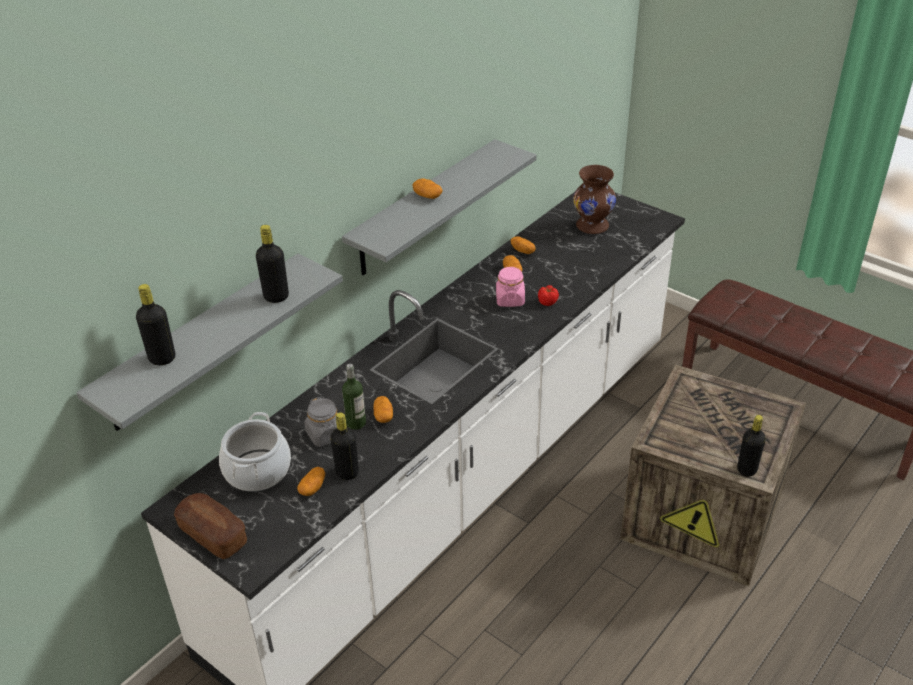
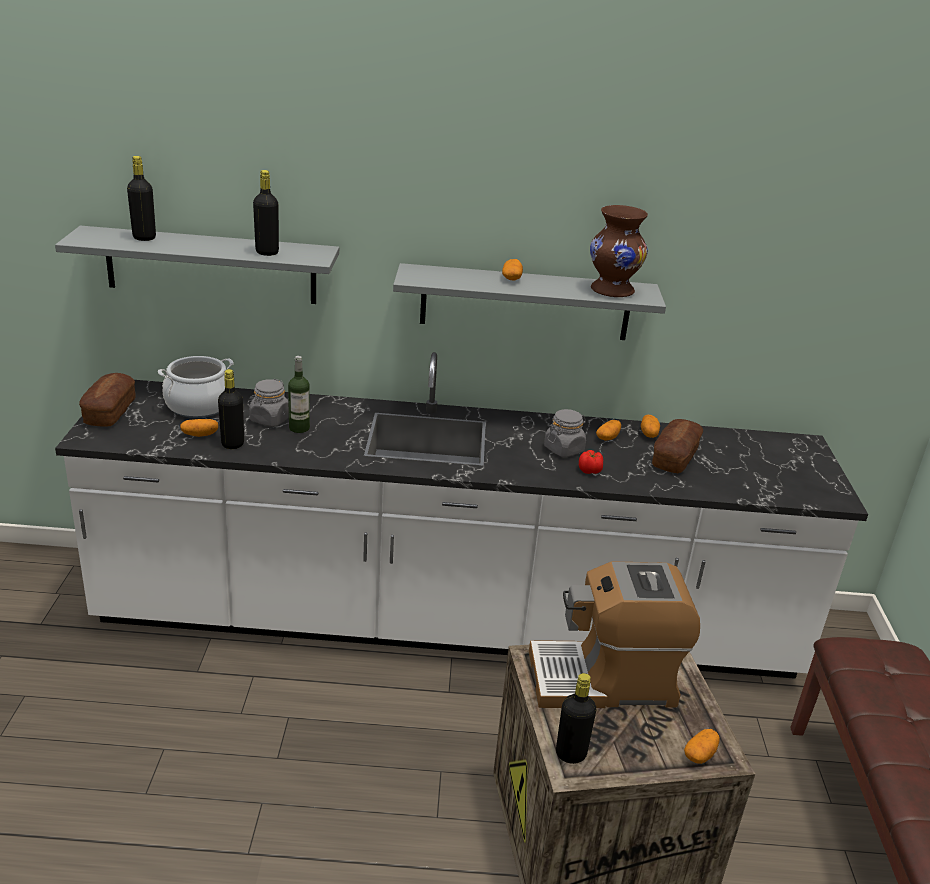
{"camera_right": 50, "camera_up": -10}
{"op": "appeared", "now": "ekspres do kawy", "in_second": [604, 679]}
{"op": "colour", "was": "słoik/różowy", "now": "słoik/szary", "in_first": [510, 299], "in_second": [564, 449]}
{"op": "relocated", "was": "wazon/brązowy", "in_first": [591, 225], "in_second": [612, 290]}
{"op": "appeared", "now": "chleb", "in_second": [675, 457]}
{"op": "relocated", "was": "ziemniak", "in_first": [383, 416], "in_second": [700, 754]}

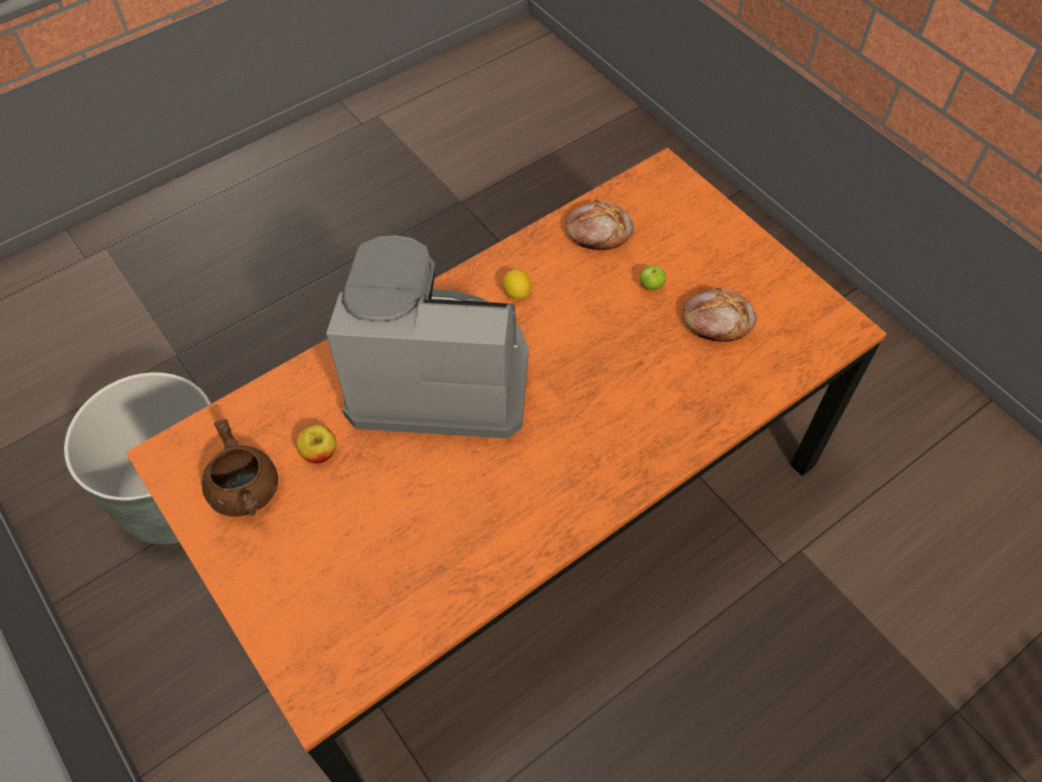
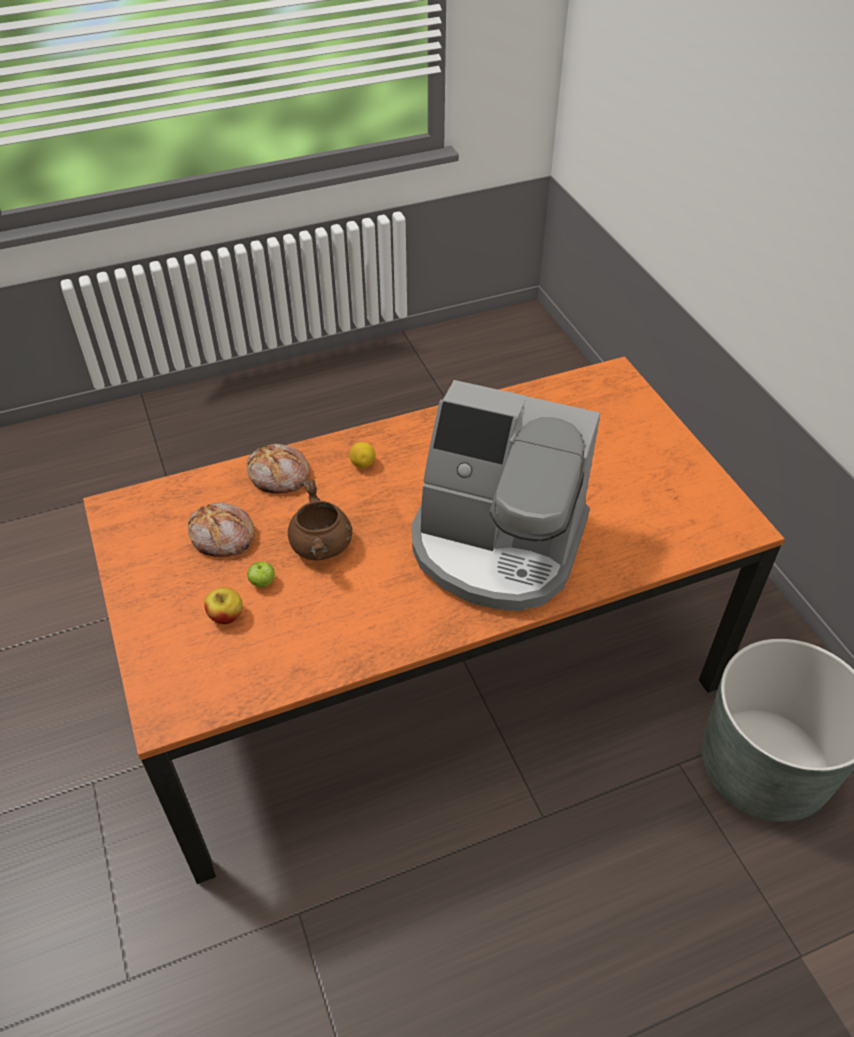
{"camera_right": -165, "camera_up": -10}
{"op": "relocated", "was": "jabłko", "in_first": [319, 453], "in_second": [226, 616]}
{"op": "relocated", "was": "chleb", "in_first": [598, 232], "in_second": [279, 476]}
{"op": "relocated", "was": "garnek/brązowy", "in_first": [245, 491], "in_second": [322, 546]}
{"op": "relocated", "was": "cytryna", "in_first": [516, 293], "in_second": [363, 464]}

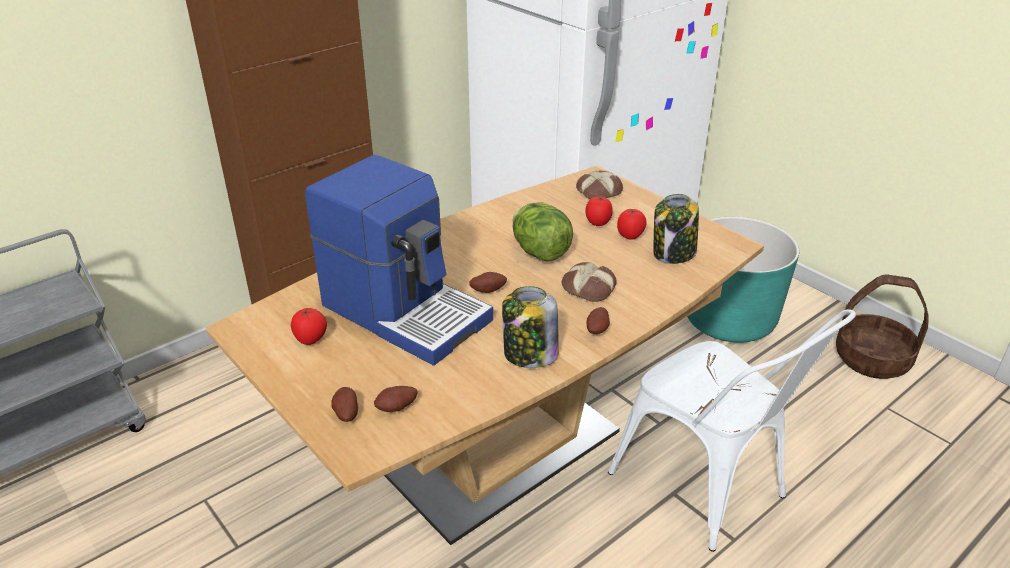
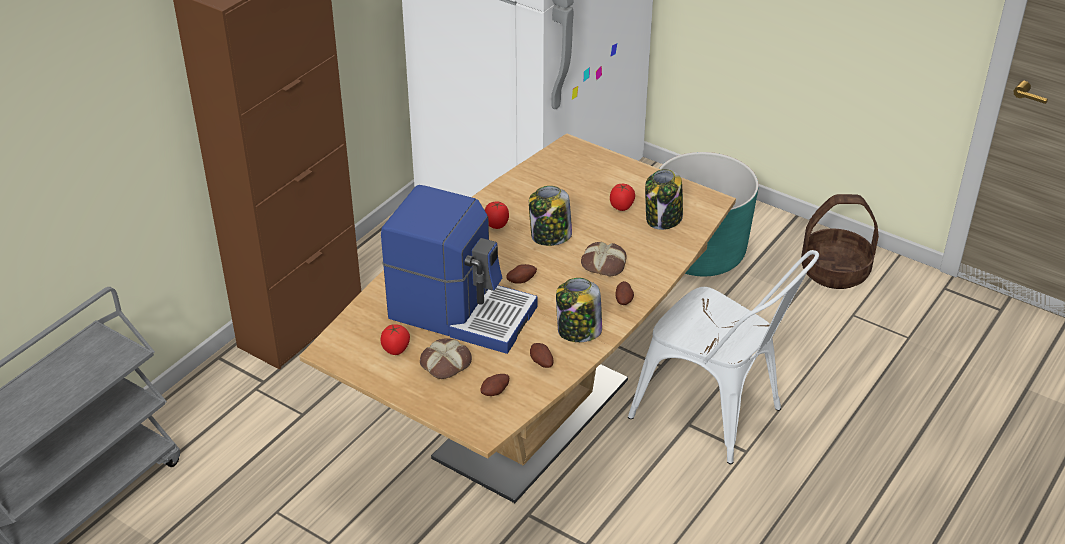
{"camera_right": -15, "camera_up": 5}
{"op": "relocated", "was": "chleb", "in_first": [598, 191], "in_second": [445, 363]}
{"op": "relocated", "was": "pomidor", "in_first": [597, 223], "in_second": [496, 225]}
{"op": "exchanged", "was": "sałata", "now": "słoik", "in_first": [540, 252], "in_second": [550, 236]}
{"op": "relocated", "was": "ziemniak", "in_first": [345, 414], "in_second": [541, 363]}

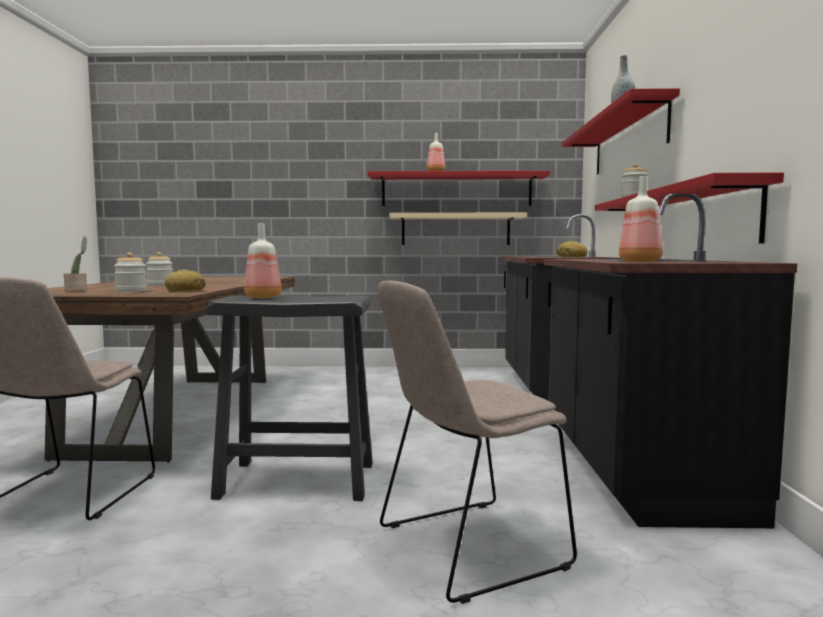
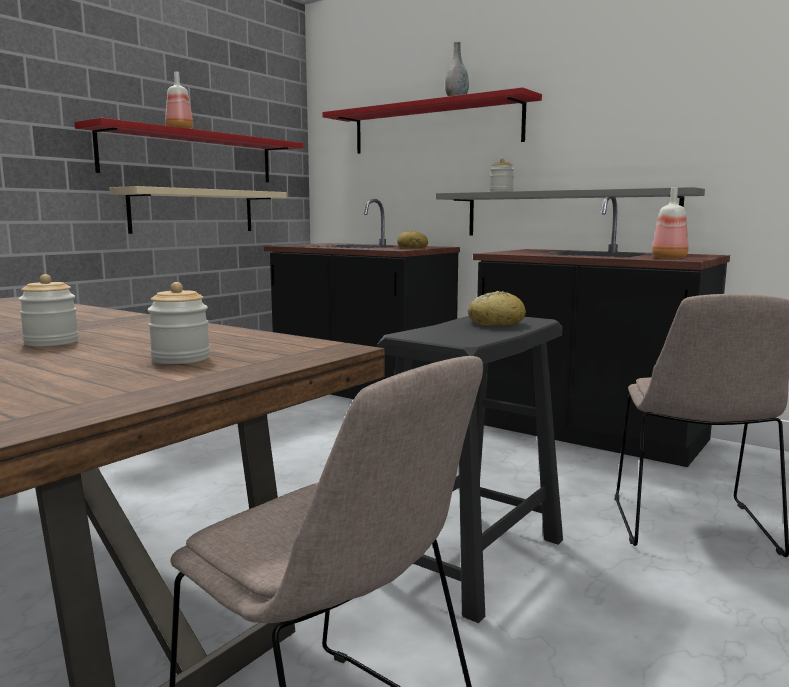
{"camera_right": -55, "camera_up": 5}
{"op": "colour", "was": "półka/czerwony", "now": "półka/szary", "in_first": [689, 219], "in_second": [566, 214]}
{"op": "relocated", "was": "chleb", "in_first": [185, 290], "in_second": [495, 322]}
{"op": "missing", "was": "roślina doniczkowa", "in_first": [77, 290]}
{"op": "missing", "was": "butelka", "in_first": [262, 297]}

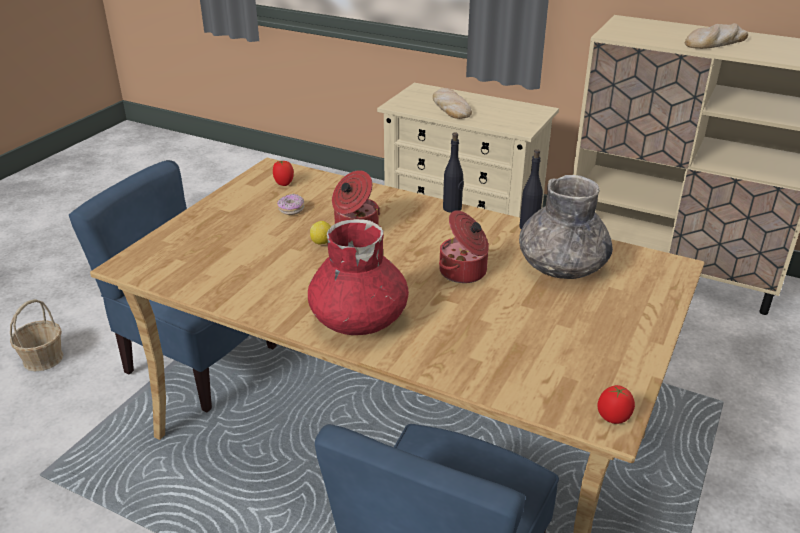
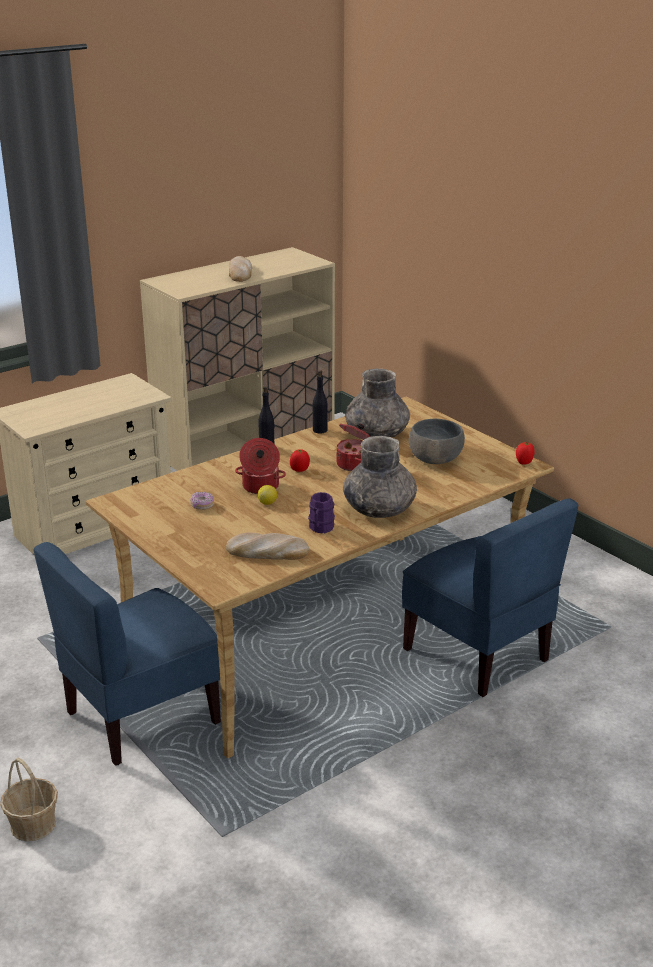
{"camera_right": -65, "camera_up": -5}
{"op": "relocated", "was": "chleb", "in_first": [450, 107], "in_second": [267, 552]}
{"op": "relocated", "was": "pomidor", "in_first": [284, 183], "in_second": [299, 470]}
{"op": "appeared", "now": "kubek/fioletowy", "in_second": [320, 528]}
{"op": "colour", "was": "wazon/czerwony", "now": "wazon/szary", "in_first": [359, 319], "in_second": [379, 509]}
{"op": "appeared", "now": "miska/szary", "in_second": [435, 459]}

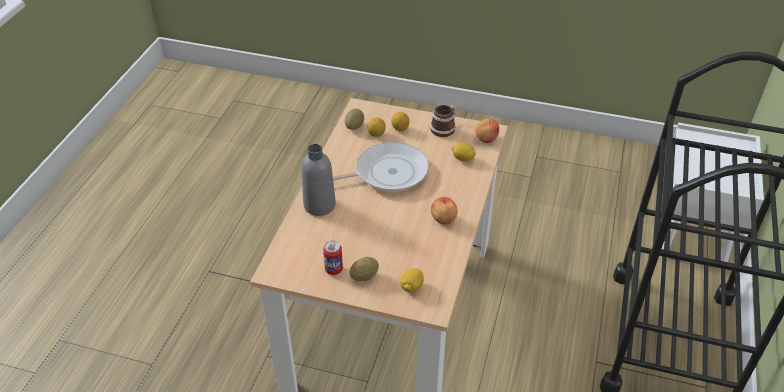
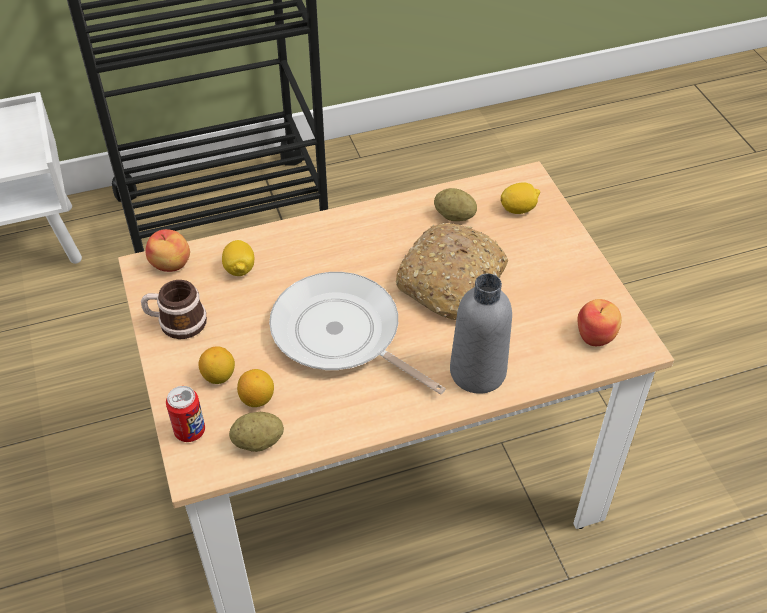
{"camera_right": -125, "camera_up": 5}
{"op": "relocated", "was": "puszka", "in_first": [333, 269], "in_second": [190, 431]}
{"op": "appeared", "now": "chleb", "in_second": [451, 282]}
{"op": "relocated", "was": "ziemniak", "in_first": [364, 276], "in_second": [454, 216]}
{"op": "relocated", "was": "jabłko", "in_first": [443, 219], "in_second": [596, 335]}

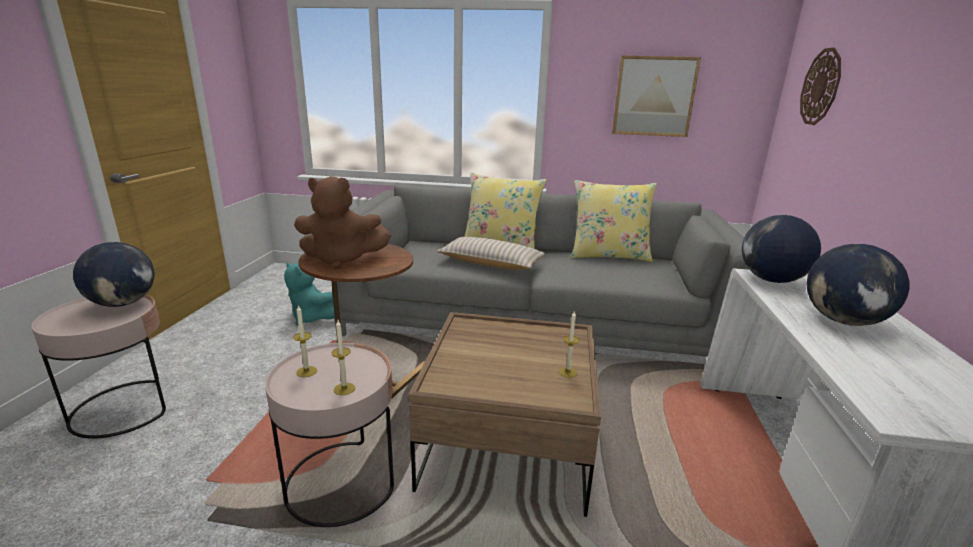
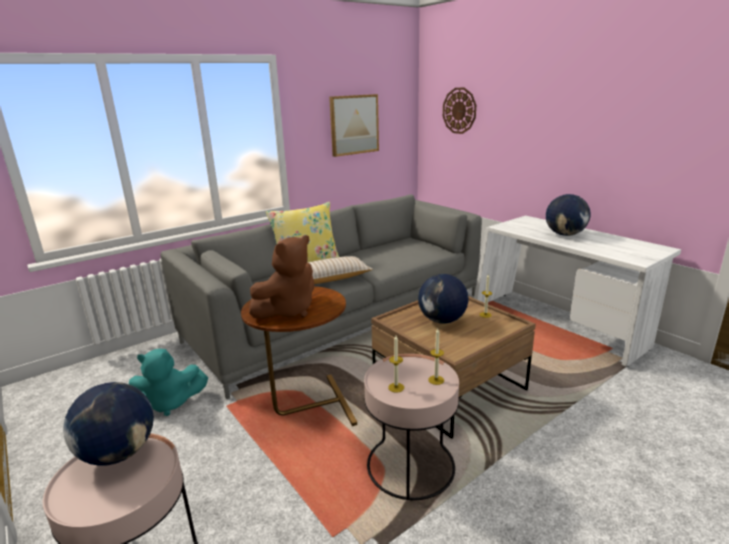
{"camera_right": -45, "camera_up": 0}
{"op": "relocated", "was": "globus", "in_first": [771, 280], "in_second": [442, 320]}
{"op": "missing", "was": "poduszka/żółty", "in_first": [608, 256]}

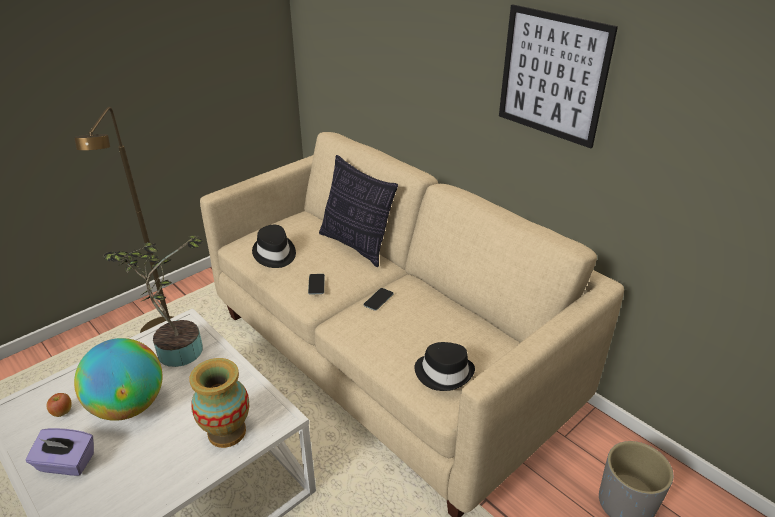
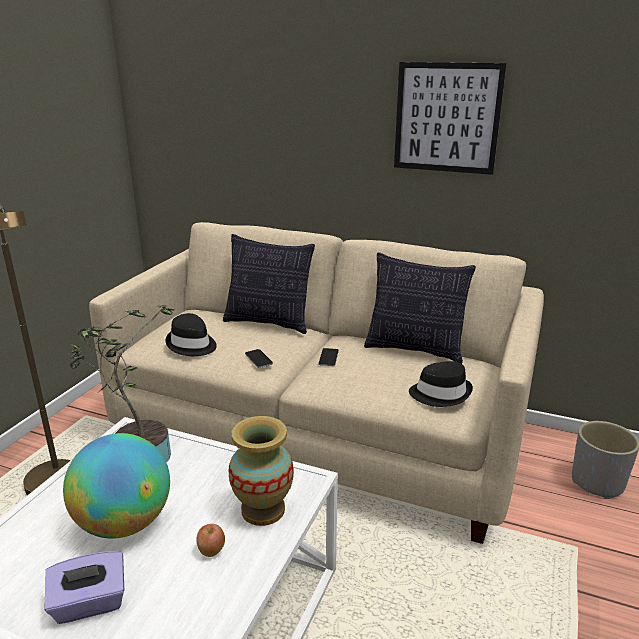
{"camera_right": -25, "camera_up": -10}
{"op": "relocated", "was": "jabłko", "in_first": [62, 412], "in_second": [211, 551]}
{"op": "appeared", "now": "poduszka", "in_second": [415, 349]}

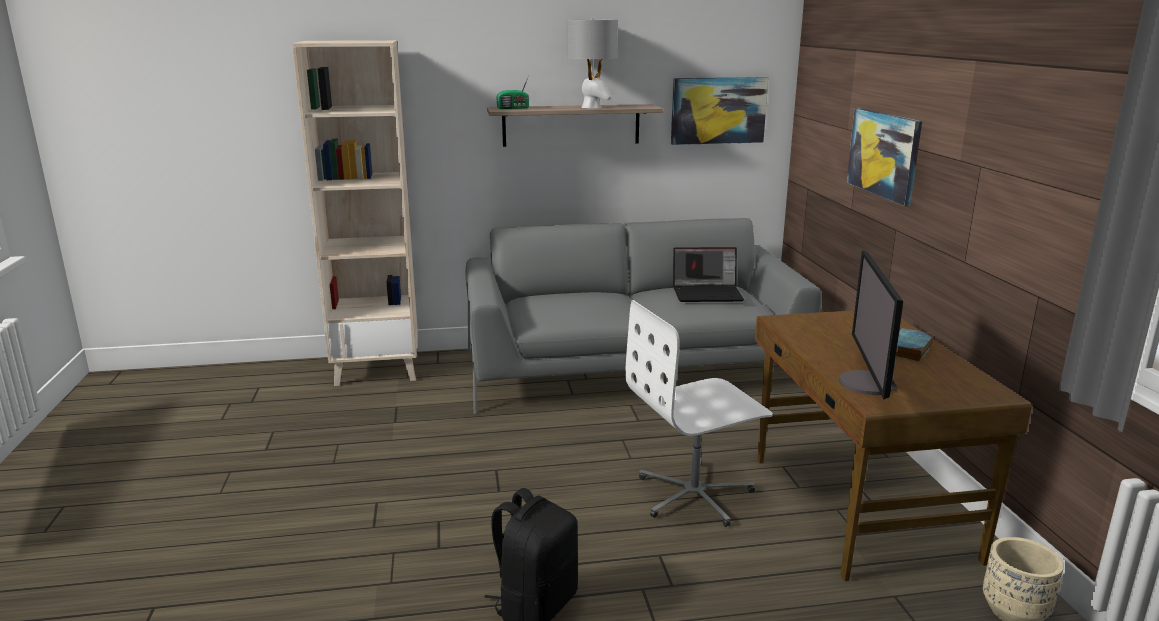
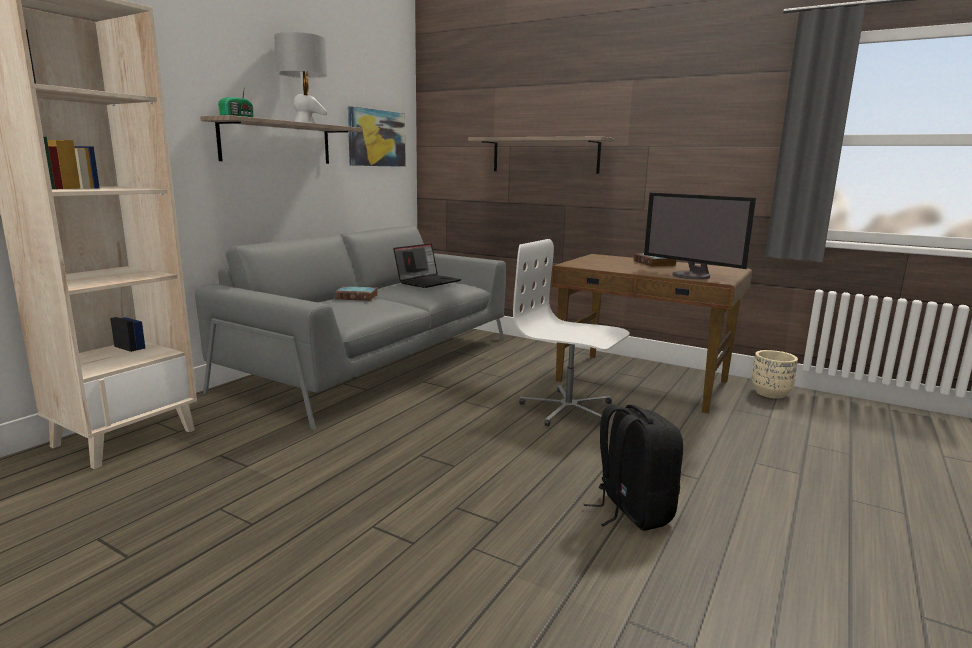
{"camera_right": -50, "camera_up": -5}
{"op": "appeared", "now": "książka", "in_second": [357, 297]}
{"op": "exchanged", "was": "obraz", "now": "półka", "in_first": [884, 154], "in_second": [545, 155]}
{"op": "spun", "was": "krzesło biurowe/biały", "in_first": [695, 495], "in_second": [568, 410], "clockwise": 105}

